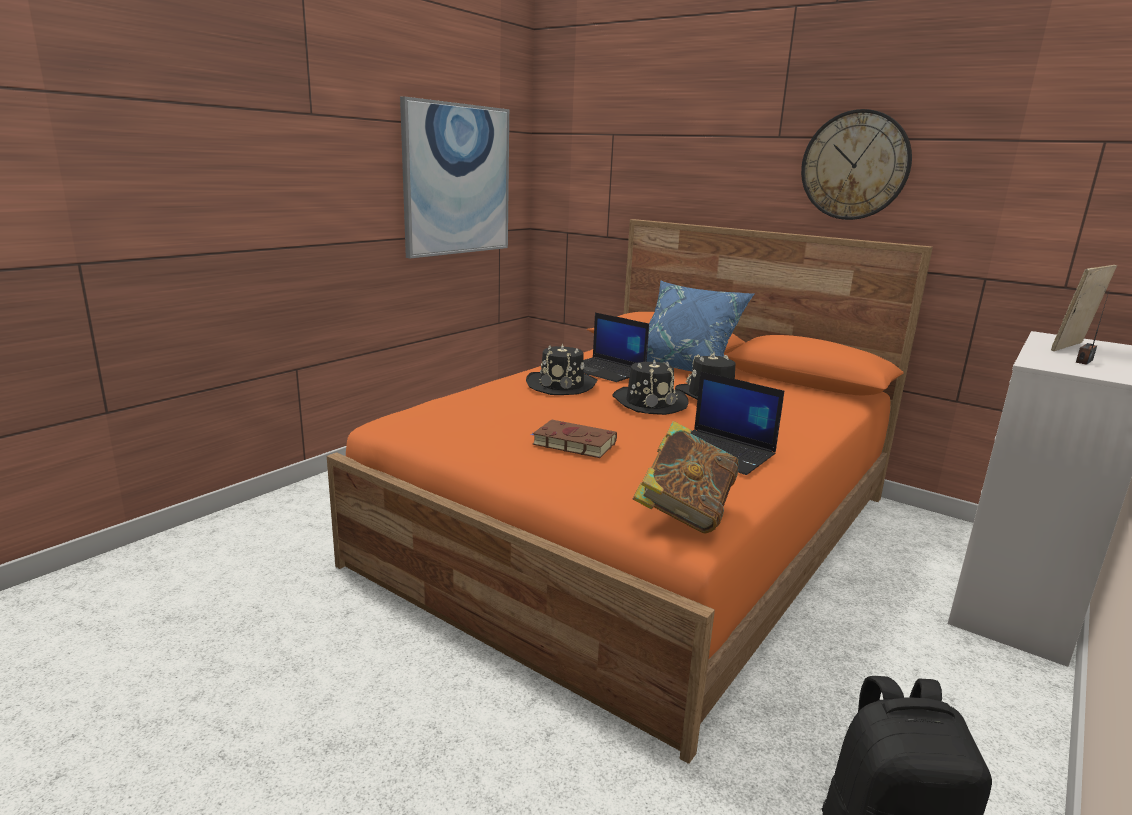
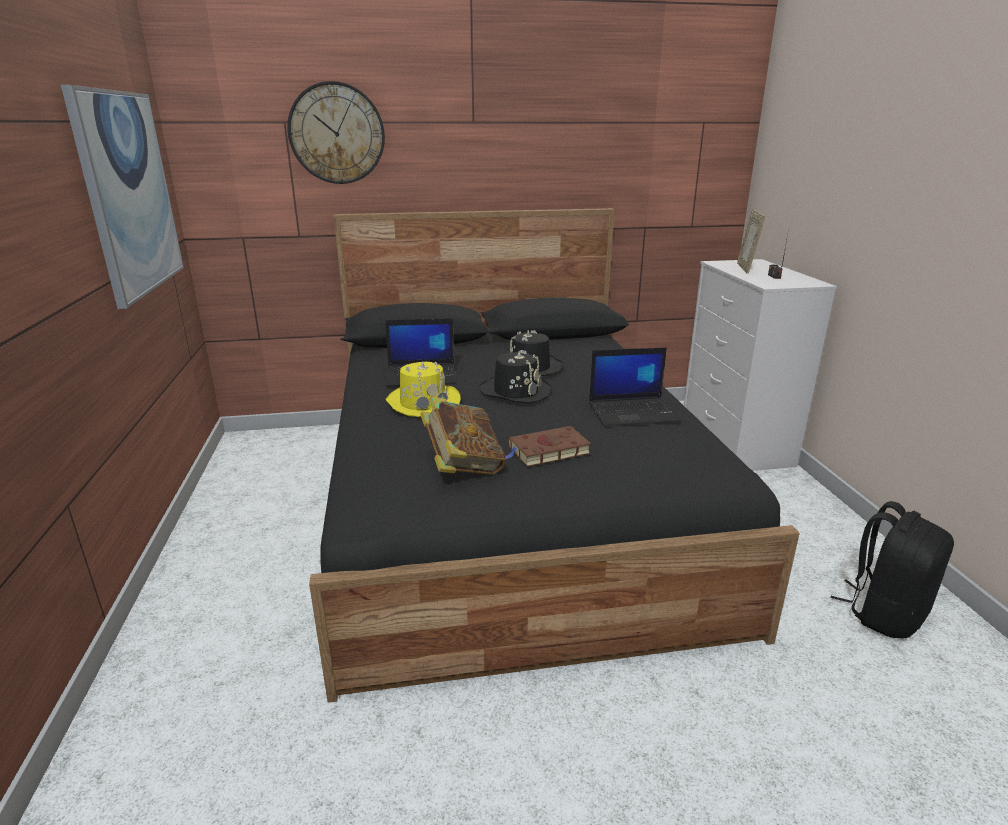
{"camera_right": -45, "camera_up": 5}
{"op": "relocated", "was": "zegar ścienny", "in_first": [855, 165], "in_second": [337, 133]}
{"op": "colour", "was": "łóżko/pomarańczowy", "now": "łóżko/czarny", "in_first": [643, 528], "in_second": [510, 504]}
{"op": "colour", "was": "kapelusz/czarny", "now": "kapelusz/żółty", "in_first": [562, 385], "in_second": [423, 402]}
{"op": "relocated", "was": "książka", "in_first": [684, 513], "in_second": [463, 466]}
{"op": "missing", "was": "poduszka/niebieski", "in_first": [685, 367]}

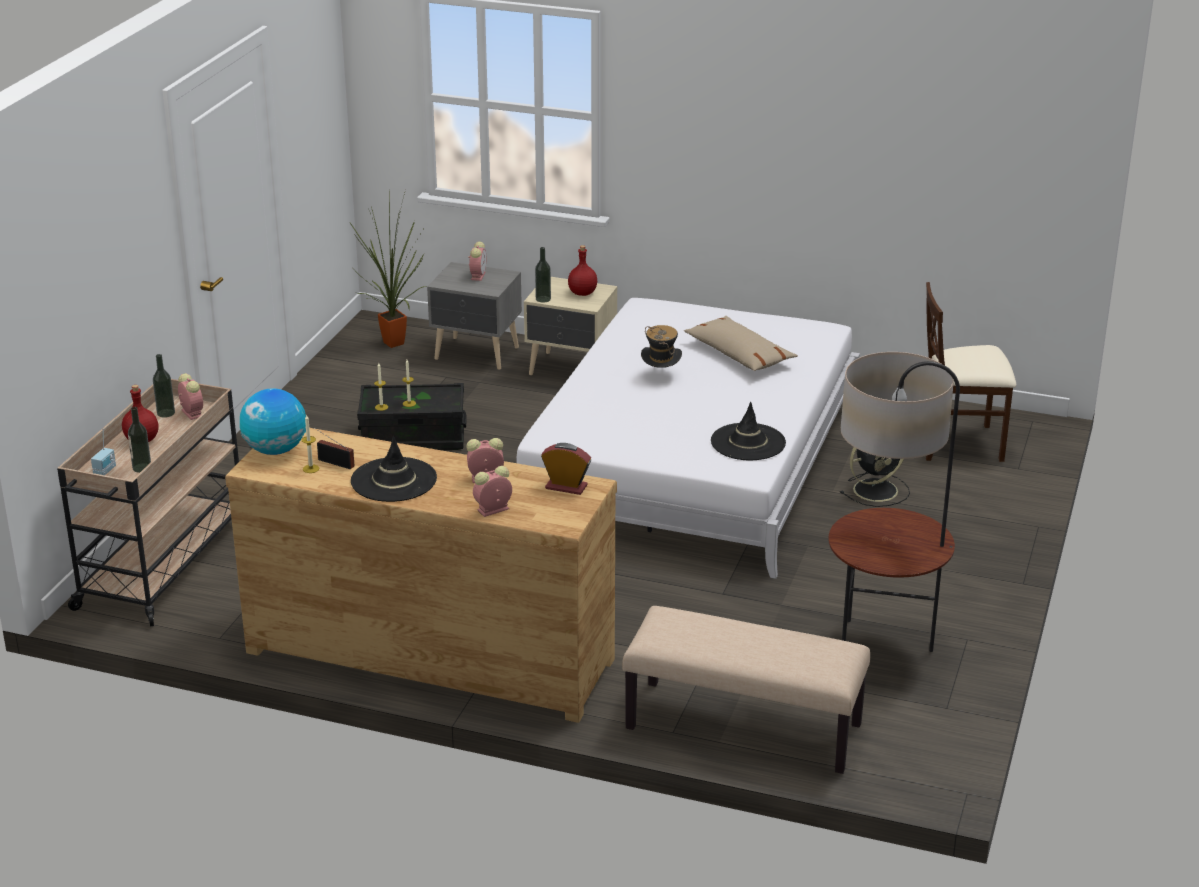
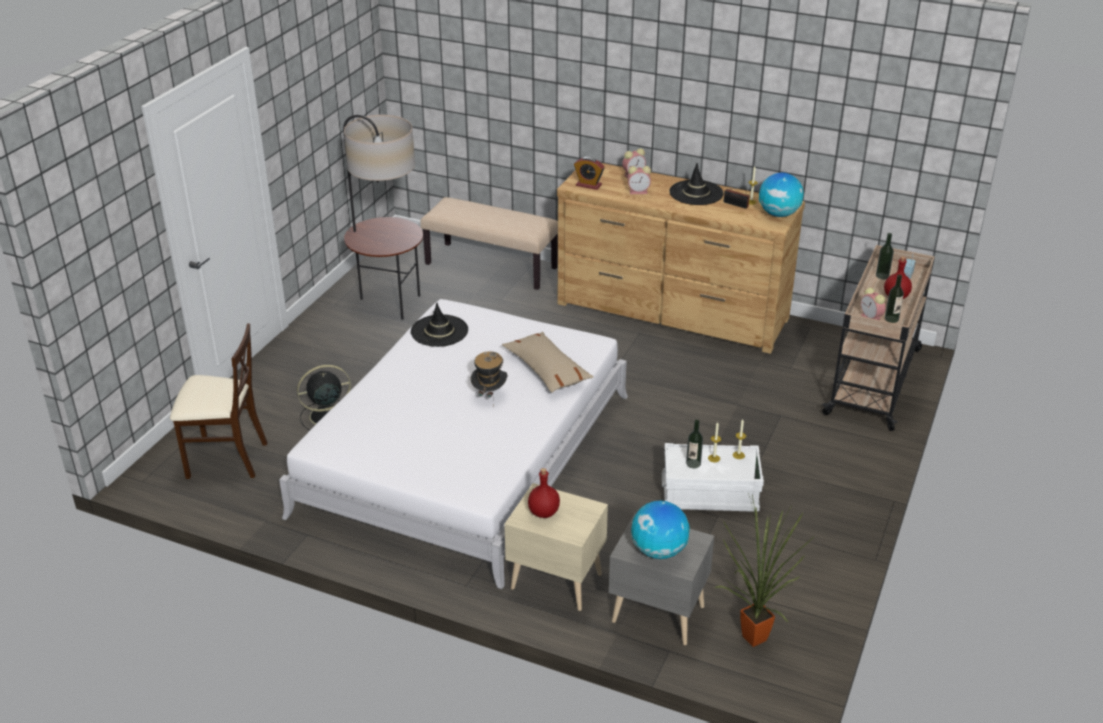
{"camera_right": -175, "camera_up": 5}
{"op": "relocated", "was": "poduszka/beżowy", "in_first": [739, 354], "in_second": [547, 370]}
{"op": "exchanged", "was": "budzik", "now": "globus", "in_first": [478, 275], "in_second": [658, 551]}
{"op": "colour", "was": "pojemnik do przechowywania/czarny", "now": "pojemnik do przechowywania/biały", "in_first": [413, 437], "in_second": [710, 493]}
{"op": "relocated", "was": "butelka", "in_first": [543, 299], "in_second": [693, 463]}

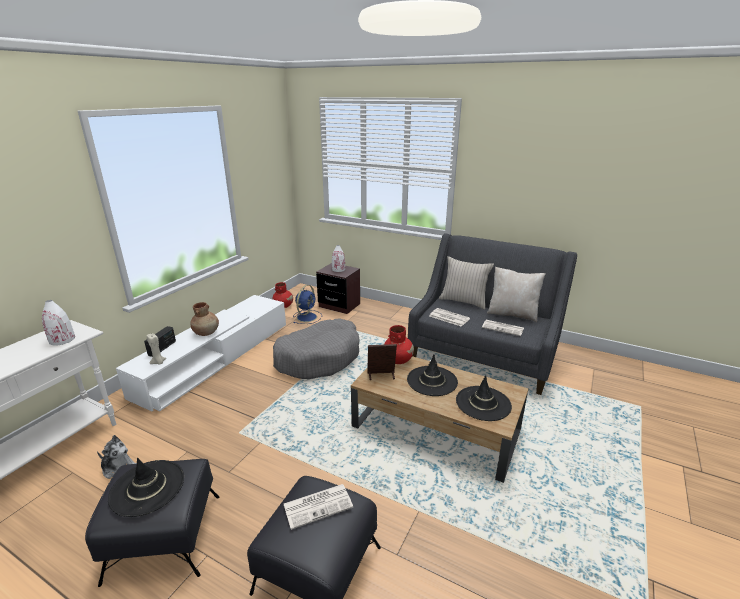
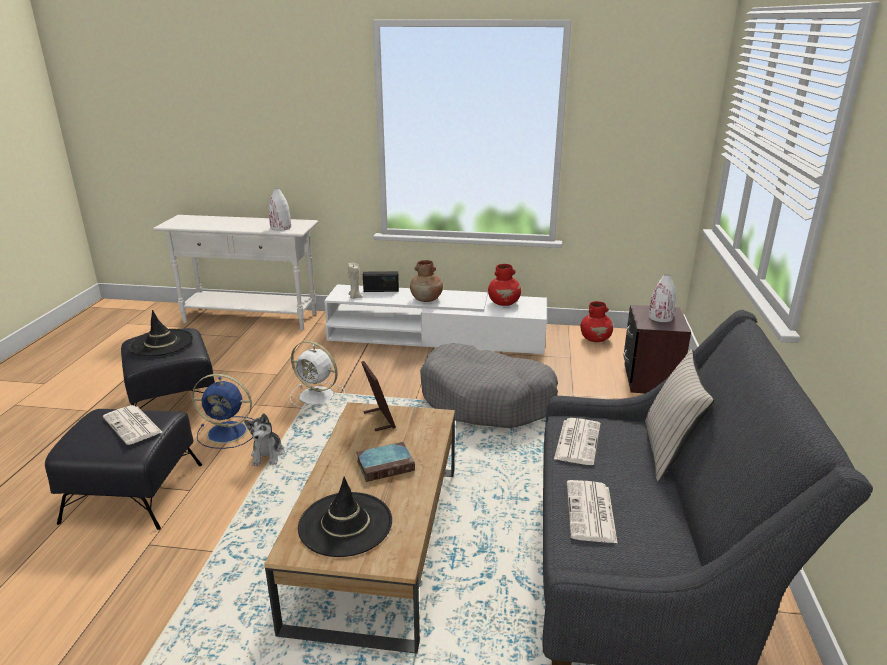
{"camera_right": 70, "camera_up": 0}
{"op": "relocated", "was": "wentylator/niebieski", "in_first": [307, 317], "in_second": [229, 432]}
{"op": "relocated", "was": "pluszak", "in_first": [119, 468], "in_second": [268, 455]}
{"op": "appeared", "now": "wentylator/biały", "in_second": [318, 396]}
{"op": "exchanged", "was": "kapelusz/czarny", "now": "książka", "in_first": [432, 381], "in_second": [386, 465]}
{"op": "relocated", "was": "wazon/czerwony", "in_first": [398, 360], "in_second": [504, 303]}
{"op": "missing", "was": "poduszka/beżowy", "in_first": [512, 314]}

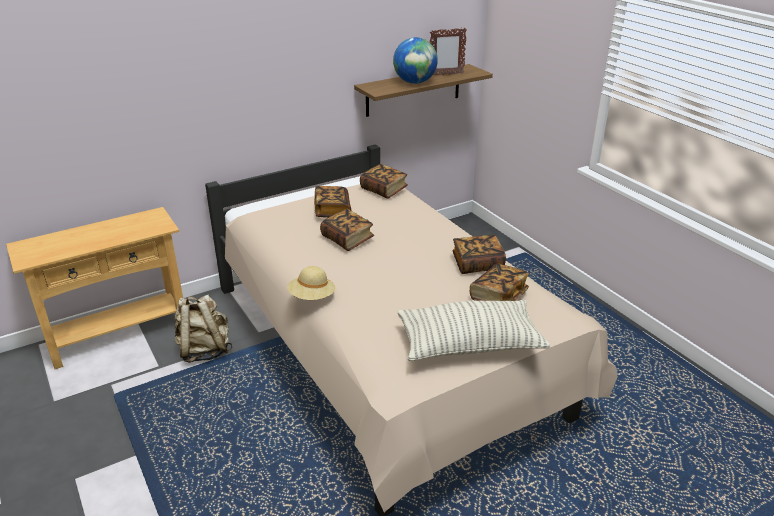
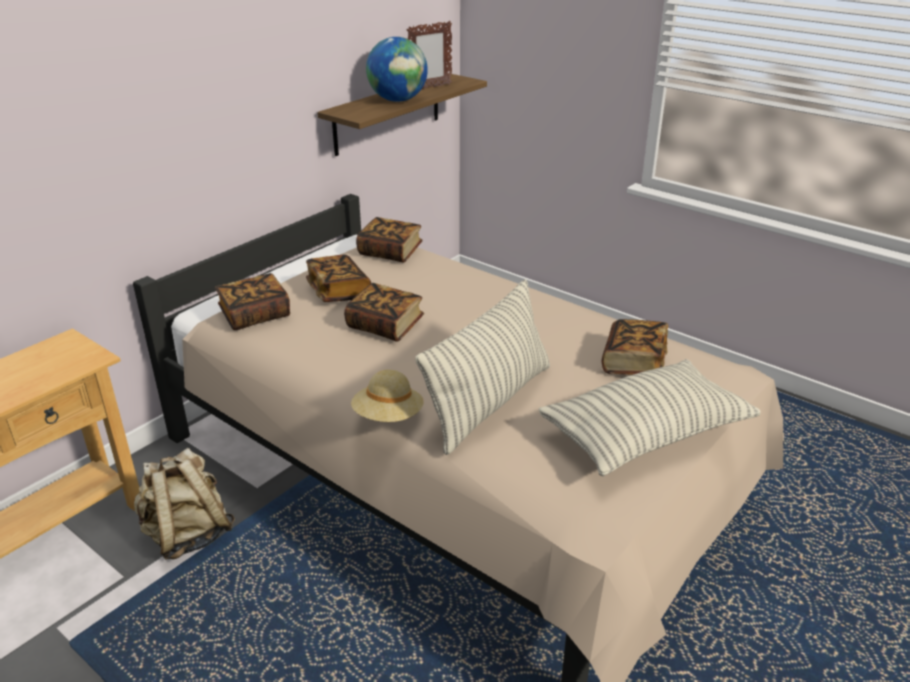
{"camera_right": -20, "camera_up": 0}
{"op": "relocated", "was": "książka", "in_first": [477, 264], "in_second": [255, 315]}
{"op": "appeared", "now": "poduszka", "in_second": [489, 403]}

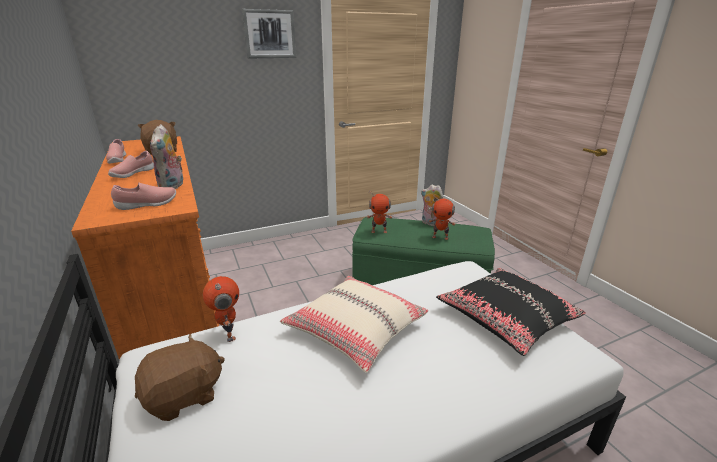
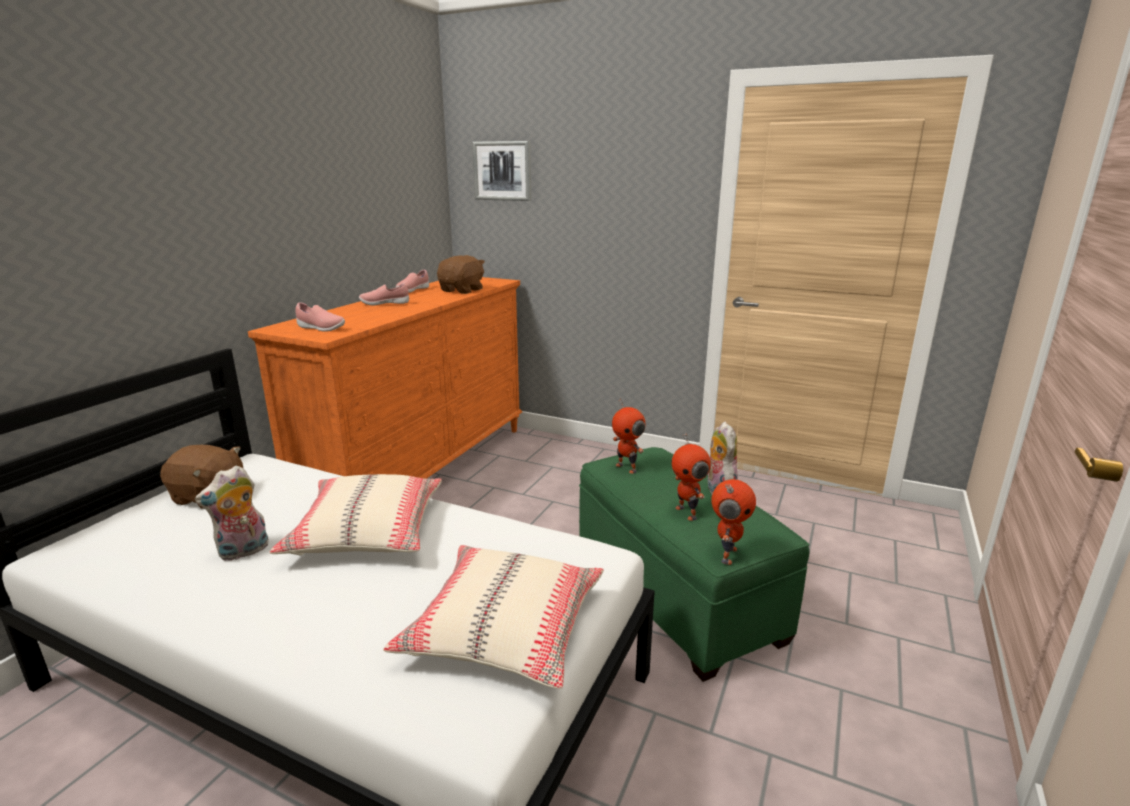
{"camera_right": 50, "camera_up": -5}
{"op": "relocated", "was": "pluszak", "in_first": [173, 186], "in_second": [243, 552]}
{"op": "colour", "was": "poduszka/czarny", "now": "poduszka/beżowy", "in_first": [506, 317], "in_second": [504, 628]}
{"op": "relocated", "was": "obraz", "in_first": [269, 34], "in_second": [502, 171]}
{"op": "relocated", "was": "robot zabawkowy", "in_first": [228, 333], "in_second": [727, 554]}

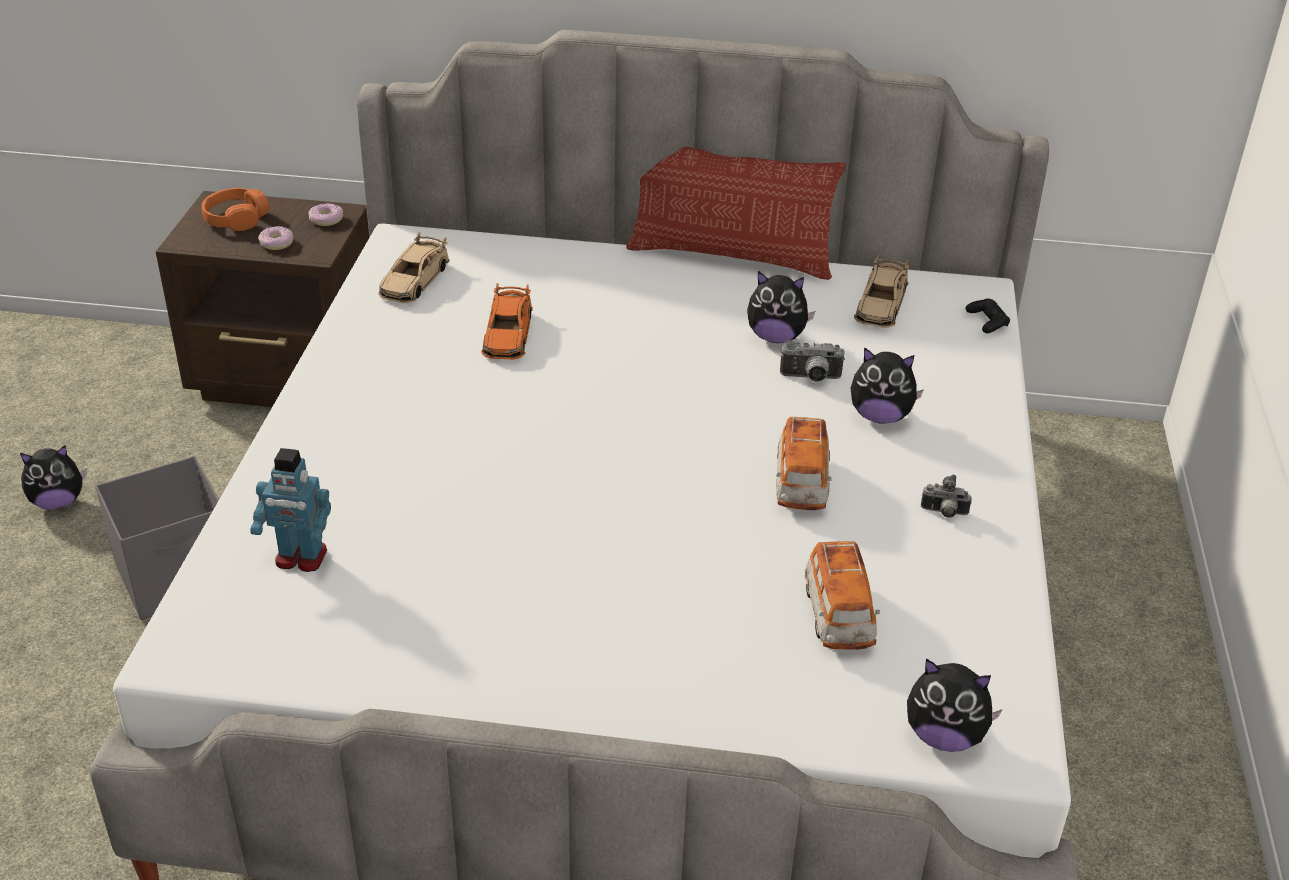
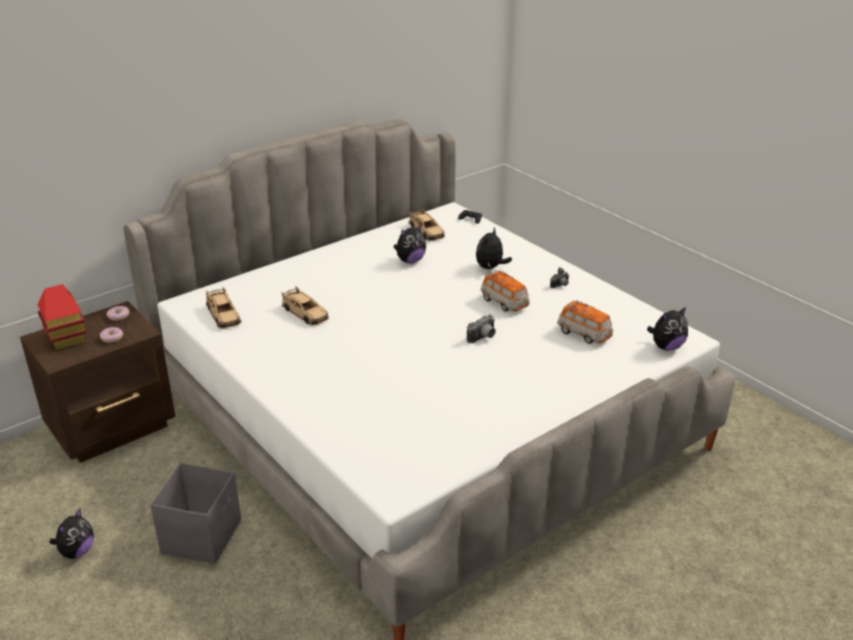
{"camera_right": -45, "camera_up": -5}
{"op": "exchanged", "was": "słuchawki/pomarańczowy", "now": "domek", "in_first": [236, 218], "in_second": [66, 339]}
{"op": "colour", "was": "samochodzik/pomarańczowy", "now": "samochodzik/beżowy", "in_first": [508, 334], "in_second": [305, 313]}
{"op": "relocated", "was": "aparat fotograficzny", "in_first": [810, 378], "in_second": [483, 338]}
{"op": "spun", "was": "pluszak", "in_first": [880, 416], "in_second": [490, 268], "clockwise": 150}
{"op": "missing", "was": "robot zabawkowy", "in_first": [300, 558]}
{"op": "missing", "was": "poduszka", "in_first": [730, 256]}

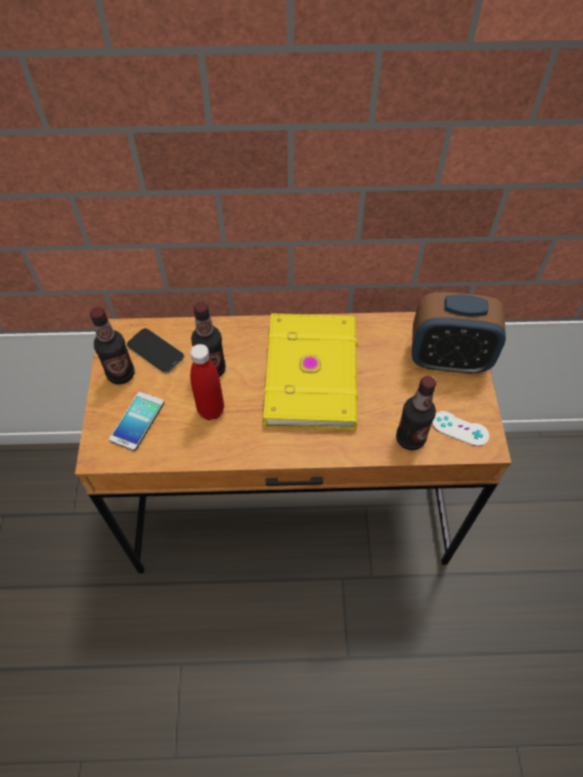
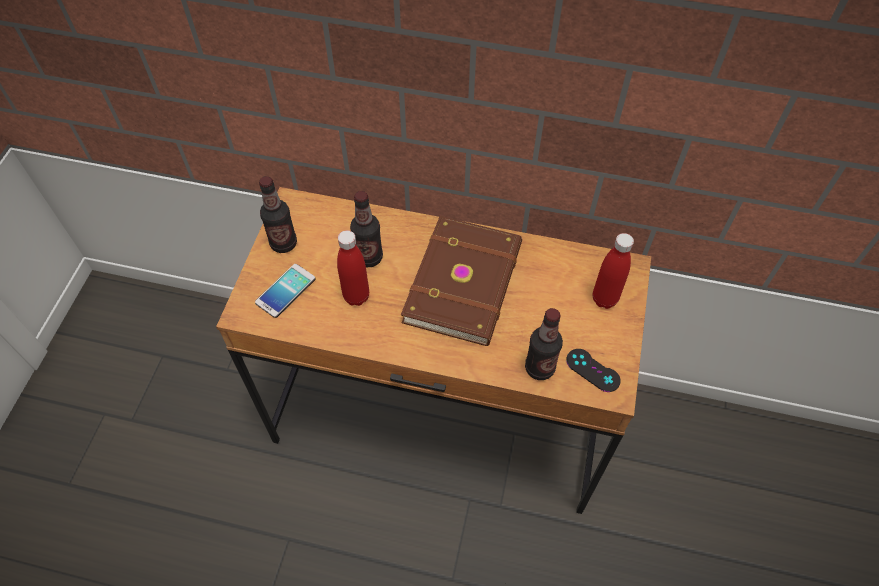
{"camera_right": 15, "camera_up": 0}
{"op": "colour", "was": "książka/żółty", "now": "książka/brązowy", "in_first": [314, 373], "in_second": [466, 283]}
{"op": "colour", "was": "pad do gier/biały", "now": "pad do gier/czarny", "in_first": [460, 428], "in_second": [593, 370]}
{"op": "exchanged", "was": "budzik", "now": "butelka/czerwony", "in_first": [448, 359], "in_second": [604, 299]}
{"op": "missing", "was": "telefon", "in_first": [155, 351]}

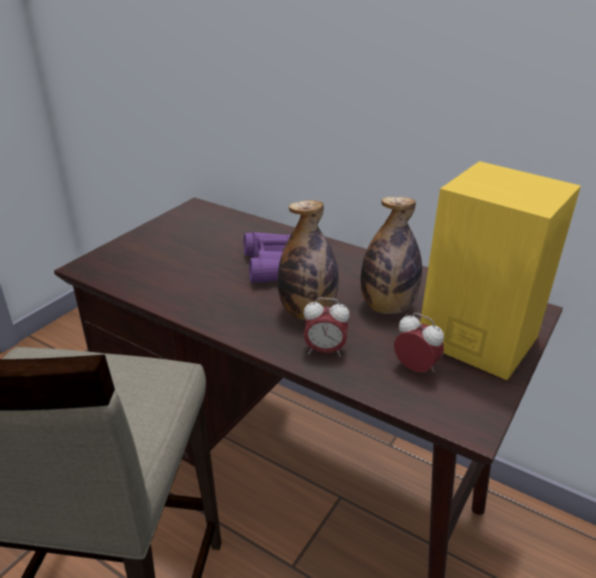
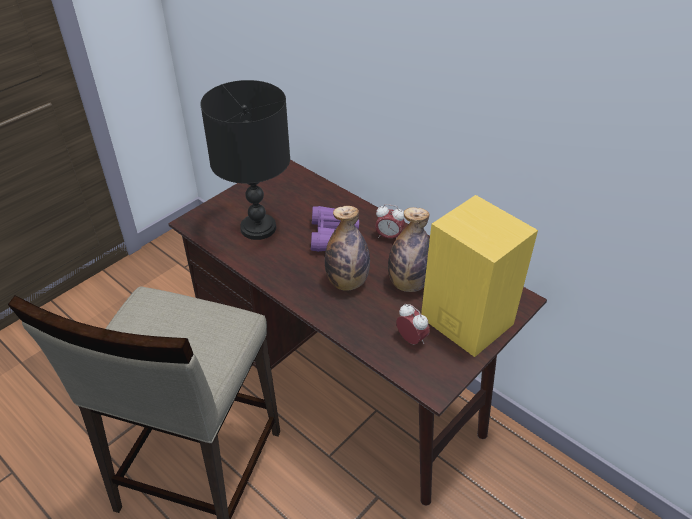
{"camera_right": 10, "camera_up": 10}
{"op": "appeared", "now": "lampa stołowa/czarny", "in_second": [257, 227]}
{"op": "relocated", "was": "budzik", "in_first": [324, 351], "in_second": [389, 237]}

